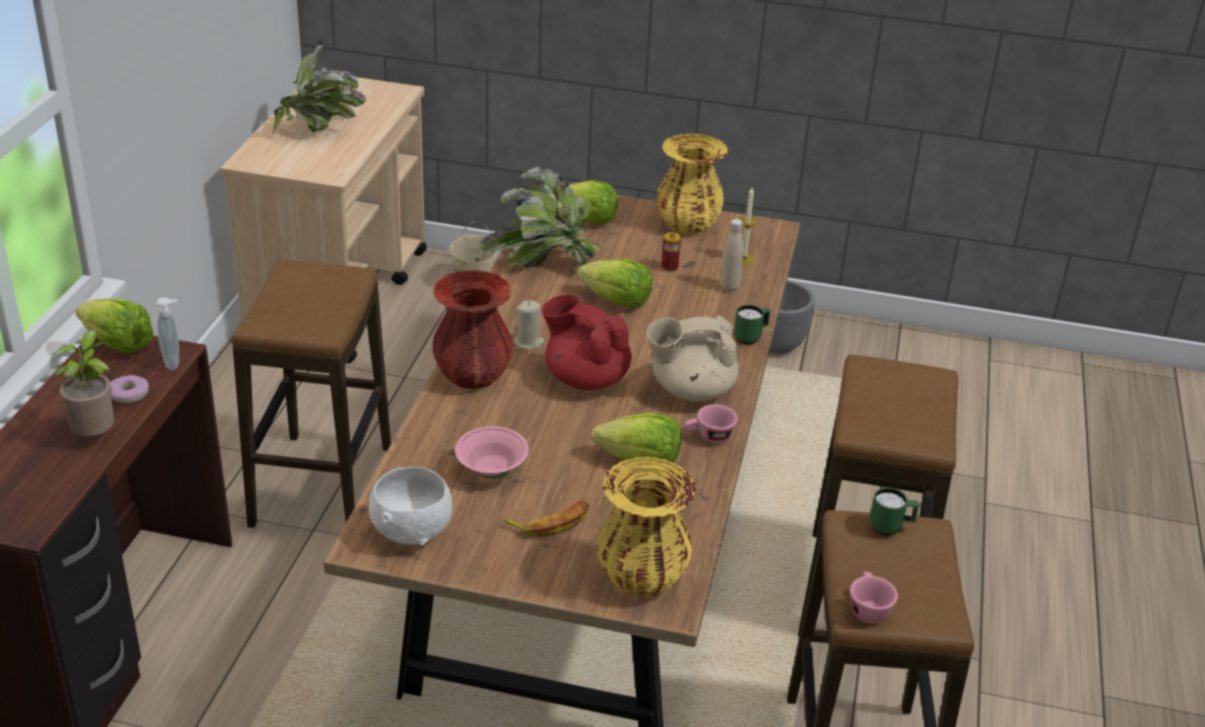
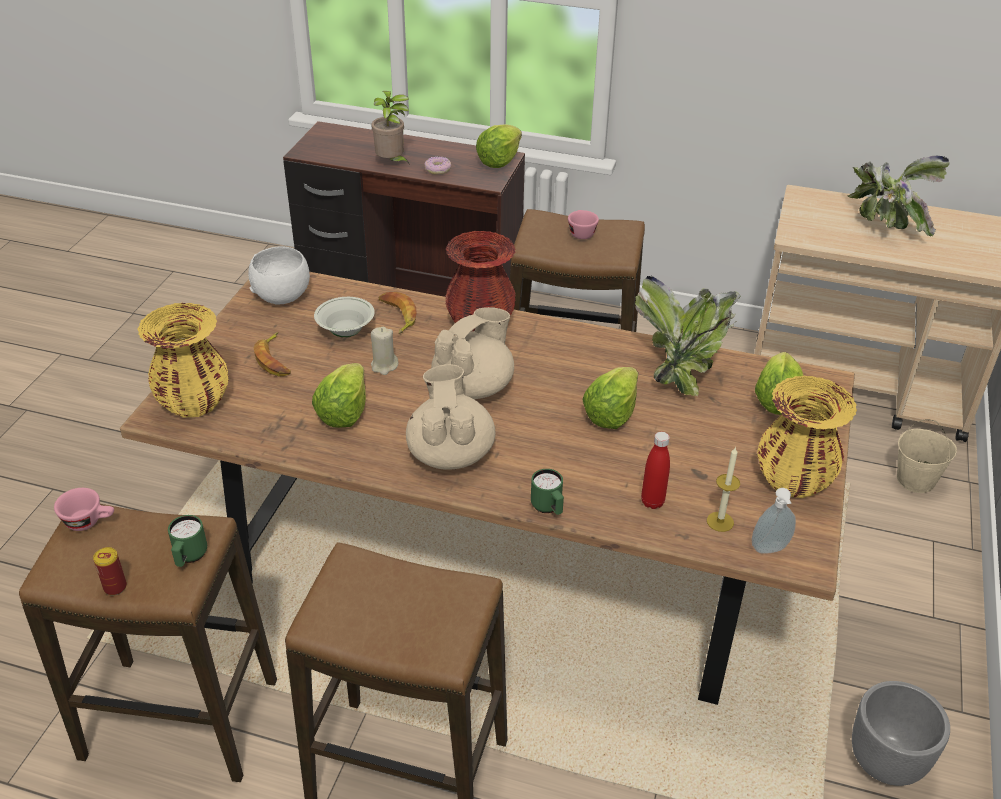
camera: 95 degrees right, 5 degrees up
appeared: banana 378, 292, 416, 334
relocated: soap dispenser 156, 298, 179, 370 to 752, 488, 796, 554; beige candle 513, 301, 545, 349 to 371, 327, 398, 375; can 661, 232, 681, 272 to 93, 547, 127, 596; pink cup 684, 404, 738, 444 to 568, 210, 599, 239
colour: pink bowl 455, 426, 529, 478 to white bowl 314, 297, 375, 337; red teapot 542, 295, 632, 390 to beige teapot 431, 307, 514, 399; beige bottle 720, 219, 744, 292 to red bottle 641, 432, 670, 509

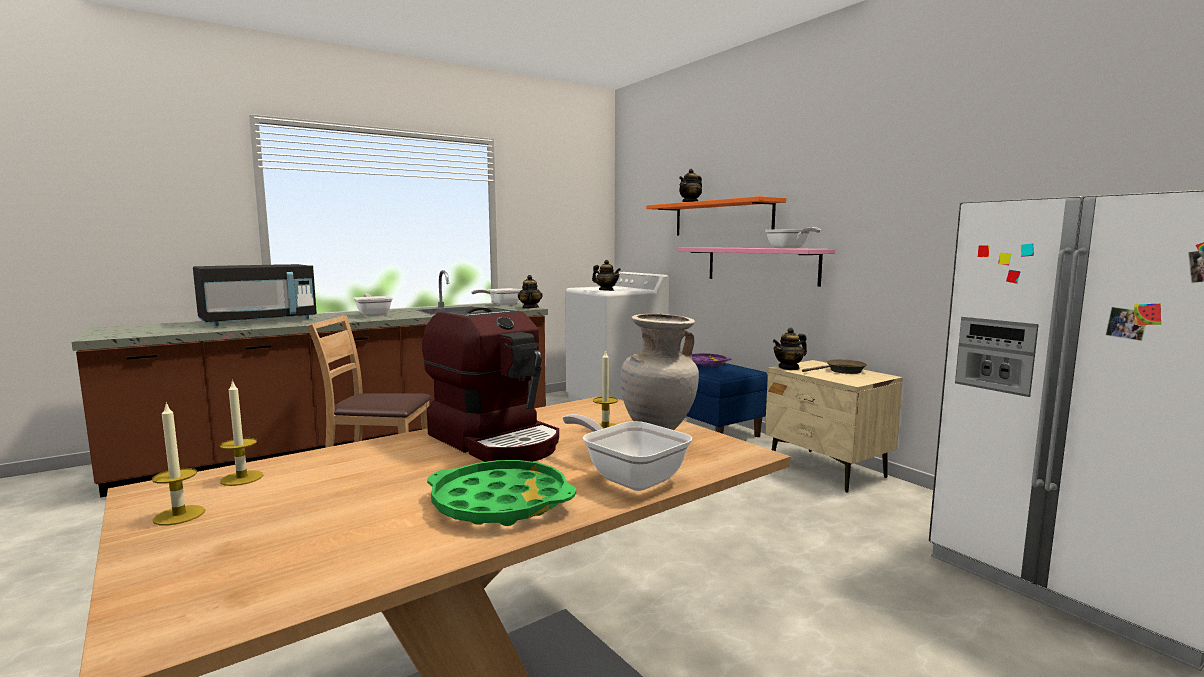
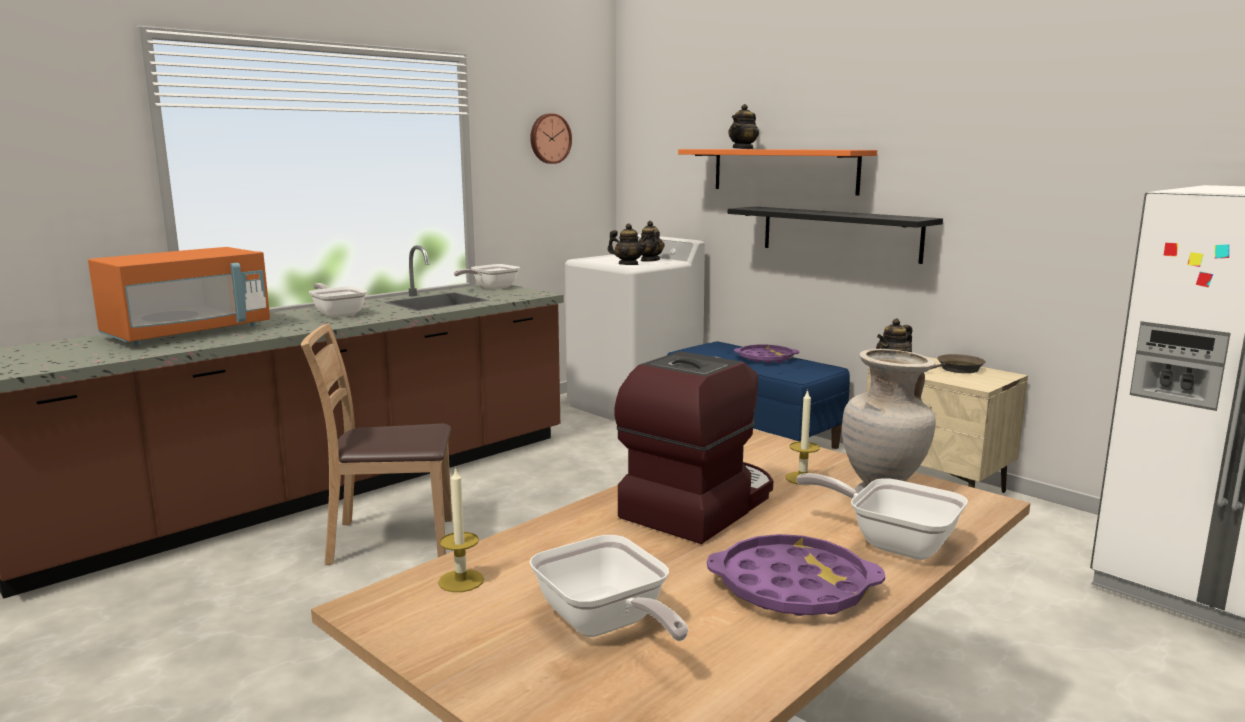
camera: 10 degrees left, 5 degrees up
missing: candle 152, 402, 205, 526
appeared: wall clock 530, 113, 572, 164
relocated: teapot 518, 275, 543, 309 to 638, 221, 664, 262; frying pan 765, 227, 821, 248 to 530, 535, 689, 641
colour: black microwave 193, 264, 317, 326 to orange microwave 88, 247, 270, 345; green tray 427, 460, 576, 526 to purple tray 707, 534, 885, 616; pink shelf 678, 247, 835, 287 to black shelf 728, 206, 943, 264
spun: coffee machine 422, 307, 559, 462 = 614, 351, 773, 544 90 degrees counterclockwise

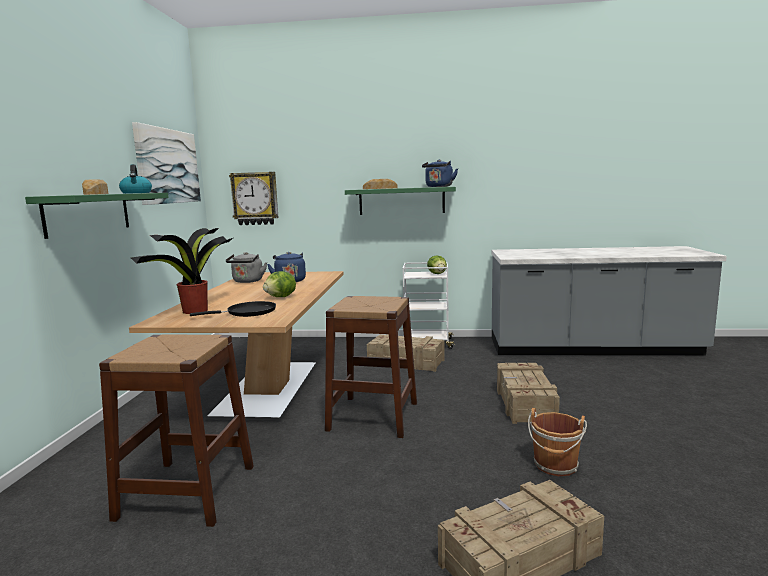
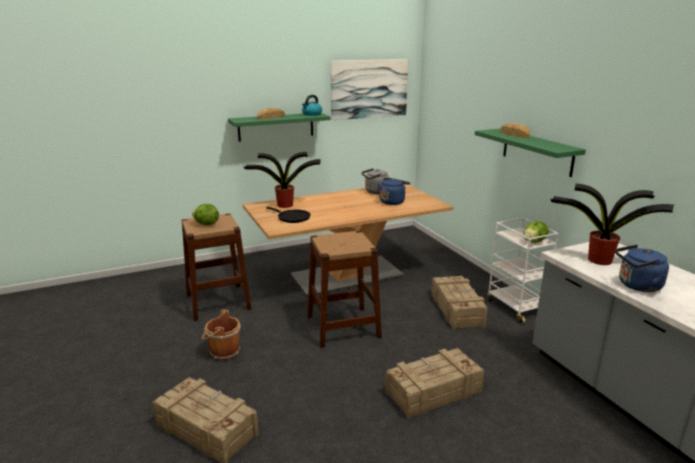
camera: 60 degrees right, 10 degrees up
missing: wall clock 229, 172, 279, 225
appeared: potted plant 551, 183, 674, 265
relocated: lettuce 263, 271, 296, 297 to 192, 204, 219, 226; blue kettle 422, 160, 458, 187 to 615, 245, 669, 292; brown bucket 528, 408, 587, 476 to 202, 310, 240, 360

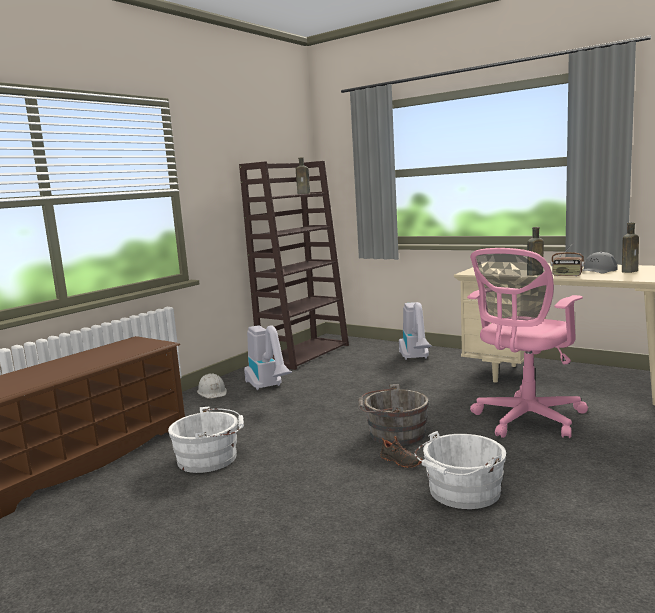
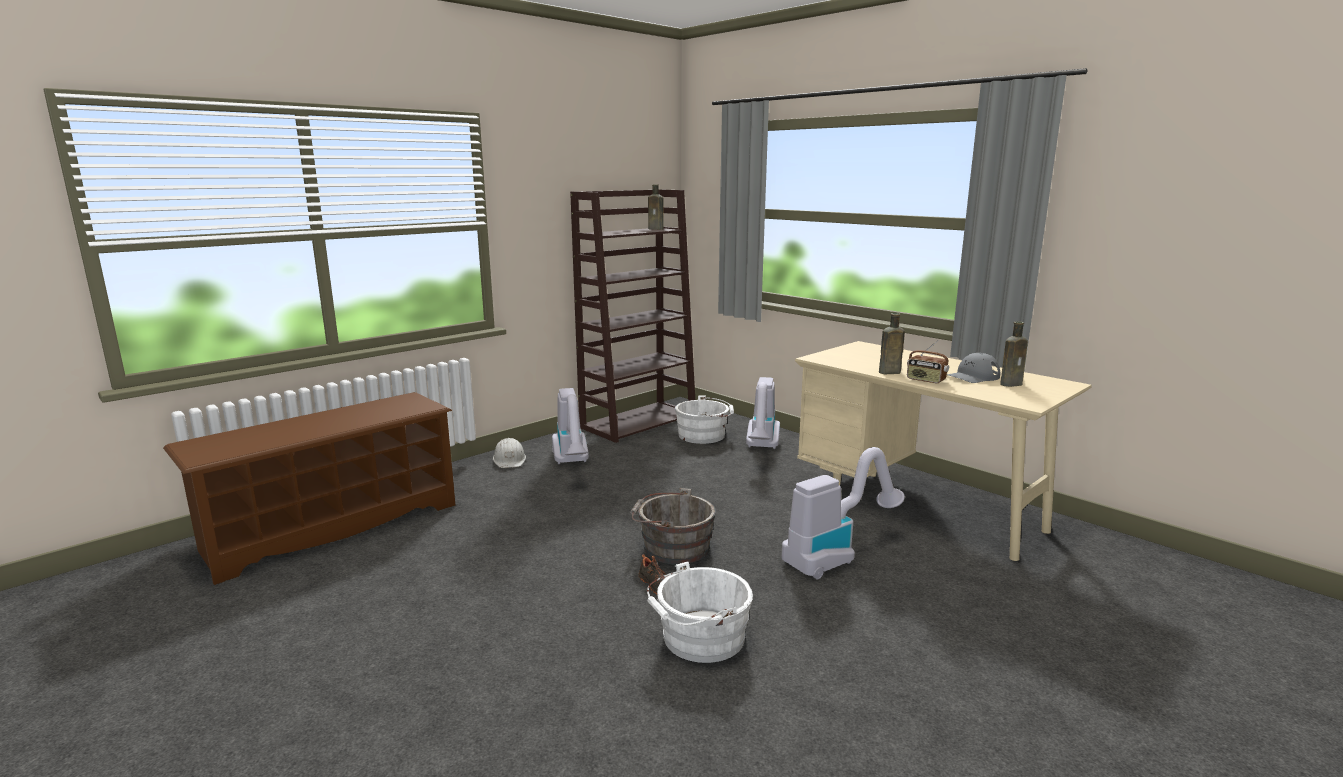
camera: 10 degrees right, 5 degrees up
relocated: white bucket 168, 407, 244, 473 to 675, 395, 734, 444
exchanged: pink office chair 467, 248, 588, 438 to vacuum cleaner 781, 447, 905, 579

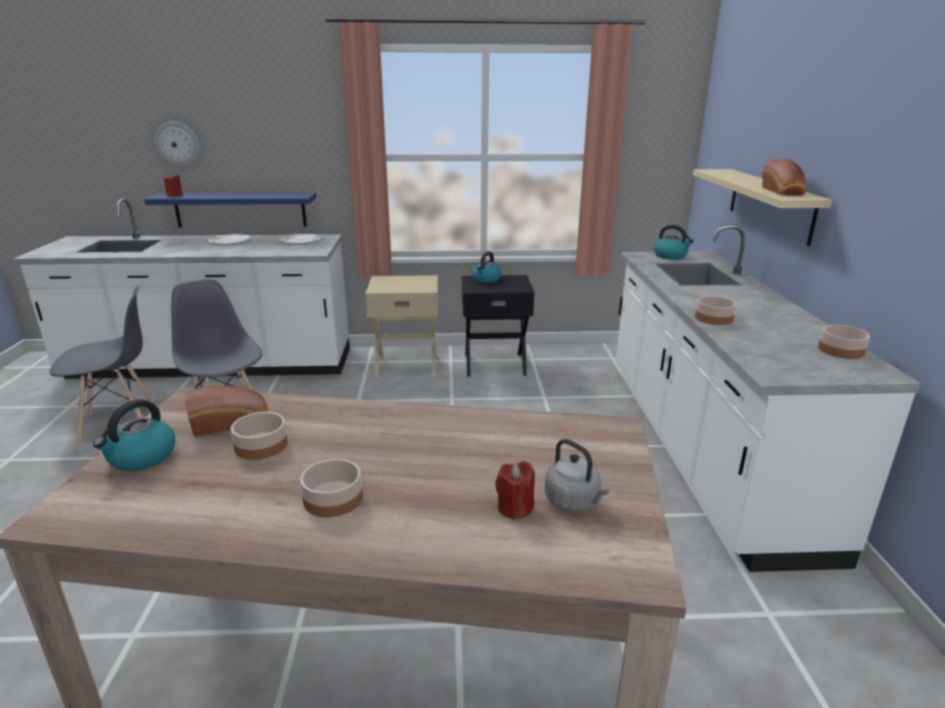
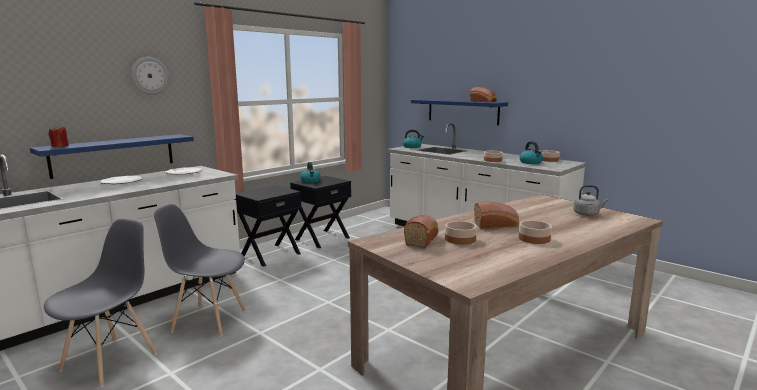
camera: 45 degrees left, 10 degrees down
missing: red candle 495, 461, 535, 520
appeared: bread 474, 202, 519, 229
relocated: kettle 93, 399, 175, 471 to 519, 141, 543, 164; wall clock 154, 121, 200, 168 to 131, 57, 169, 95
colour: beige nightstand 365, 275, 438, 377 to black nightstand 235, 185, 301, 266; beige shelf 693, 169, 832, 246 to blue shelf 411, 99, 508, 125

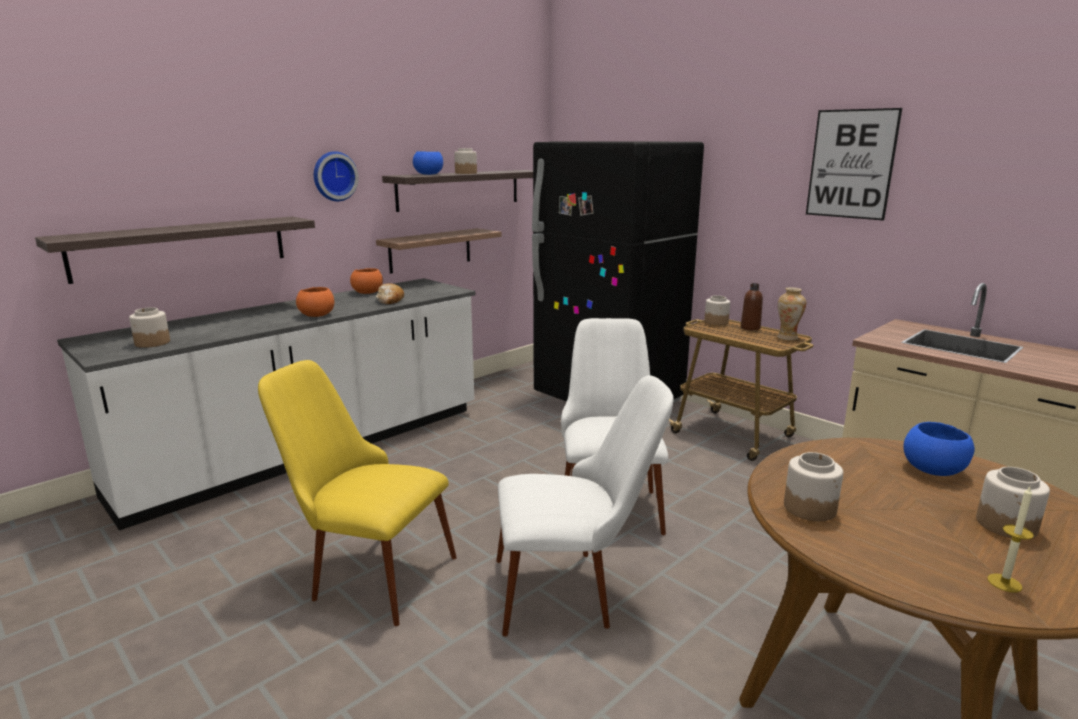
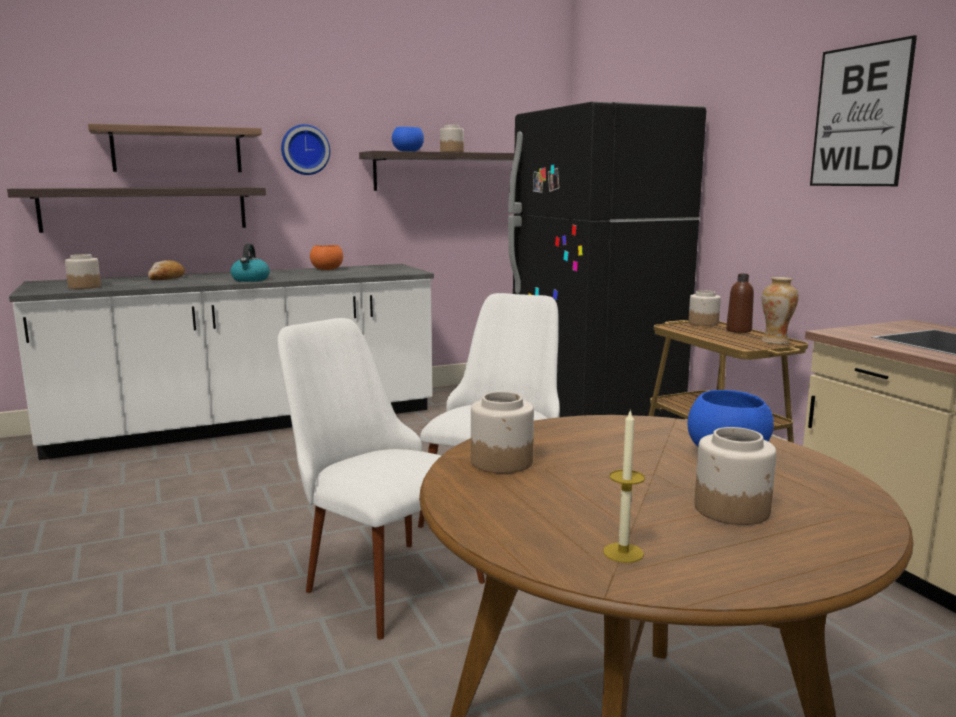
camera: 20 degrees right, 5 degrees down
missing: yellow chair 258, 360, 457, 626
relocated: shelf 376, 228, 502, 274 to 88, 123, 262, 172; bread 376, 283, 404, 304 to 148, 260, 185, 280
exchanged: orange bowl 296, 287, 334, 317 to kettle 230, 244, 270, 282
spun: white chair 496, 375, 673, 637 = 277, 318, 485, 640 150 degrees counterclockwise

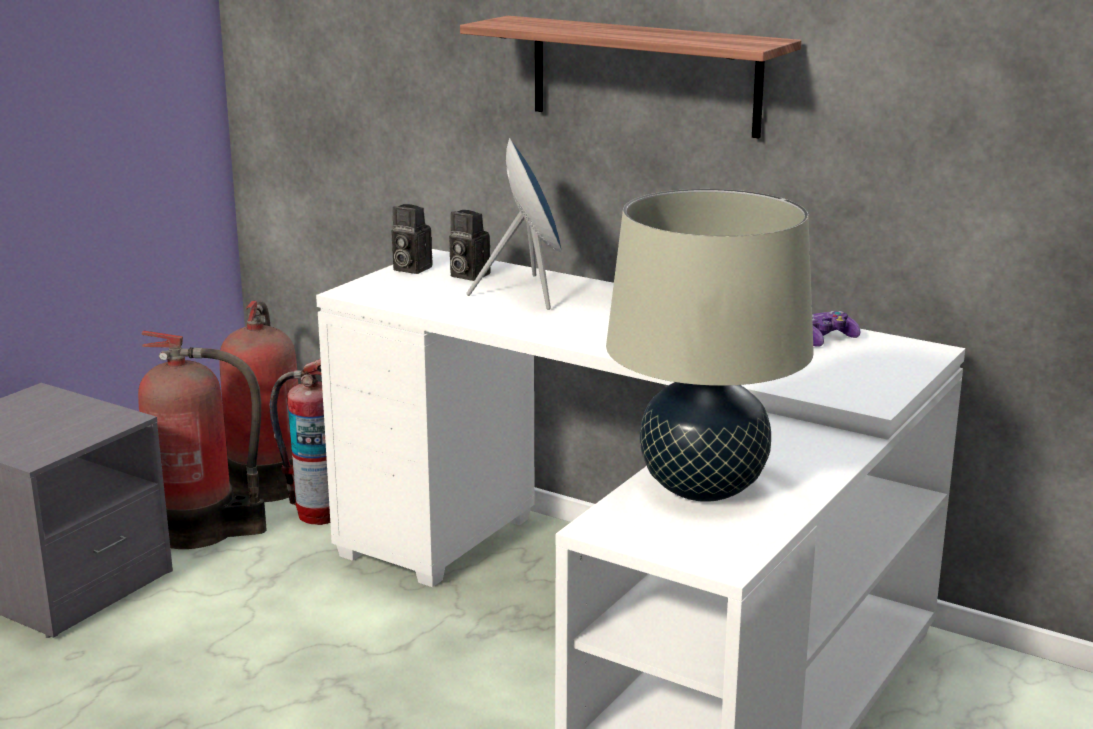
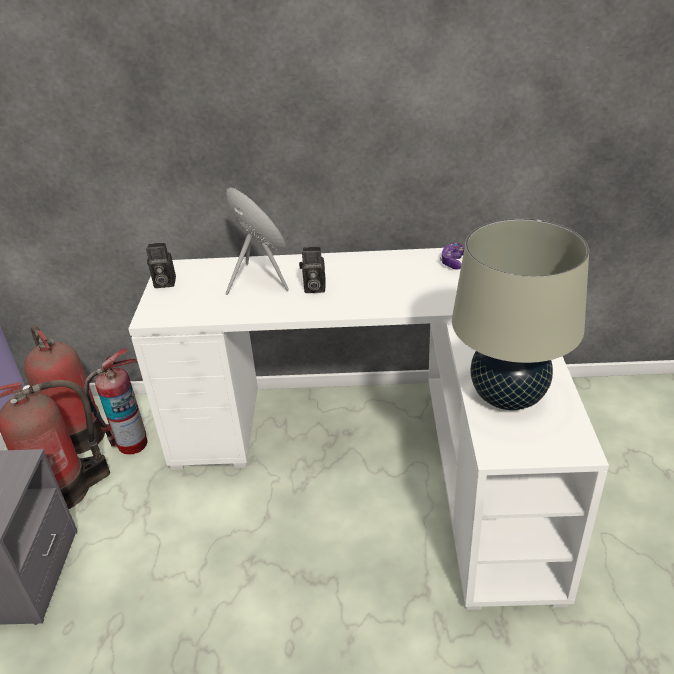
camera: 30 degrees left, 15 degrees up
missing: shelf 460, 16, 801, 139
relocated: photo camera 449, 210, 491, 281 to 299, 247, 326, 293

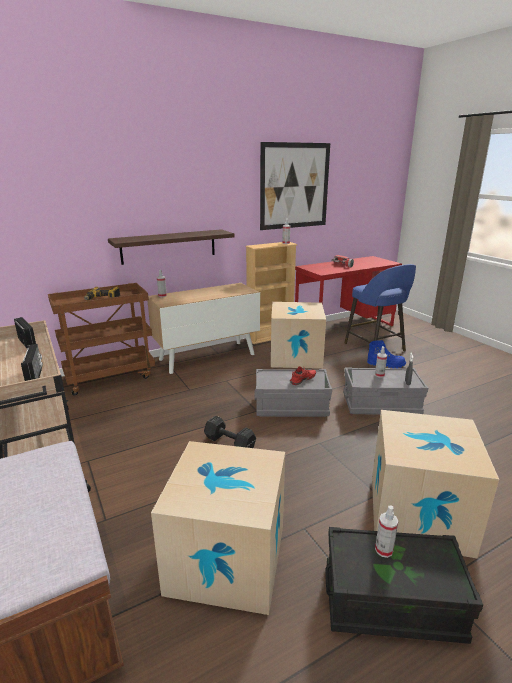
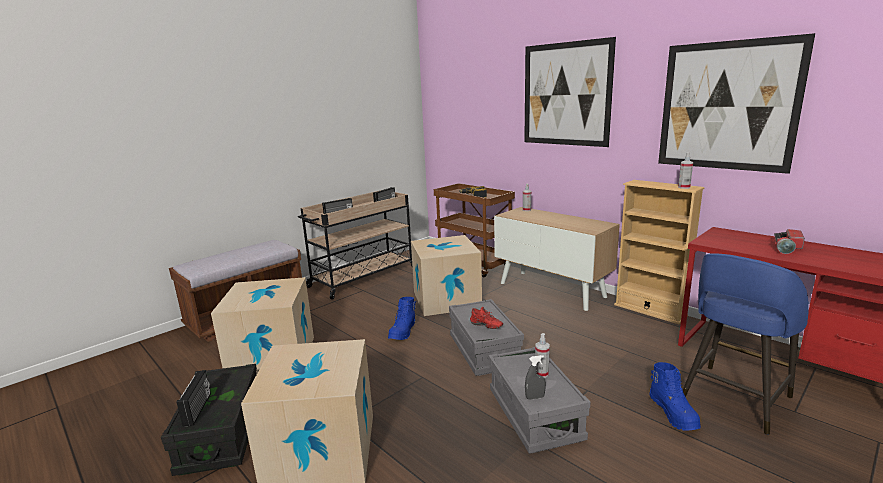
camera: 75 degrees right, 5 degrees down
missing: shelf 108, 229, 234, 265; spray bottle 375, 506, 398, 558
appeared: radio 177, 370, 211, 427; picture 524, 37, 616, 147
relocated: cardboard box 271, 302, 326, 369 to 411, 235, 482, 316
exchanged: black dumbbell 204, 416, 256, 448 to blue boot 388, 297, 416, 340

